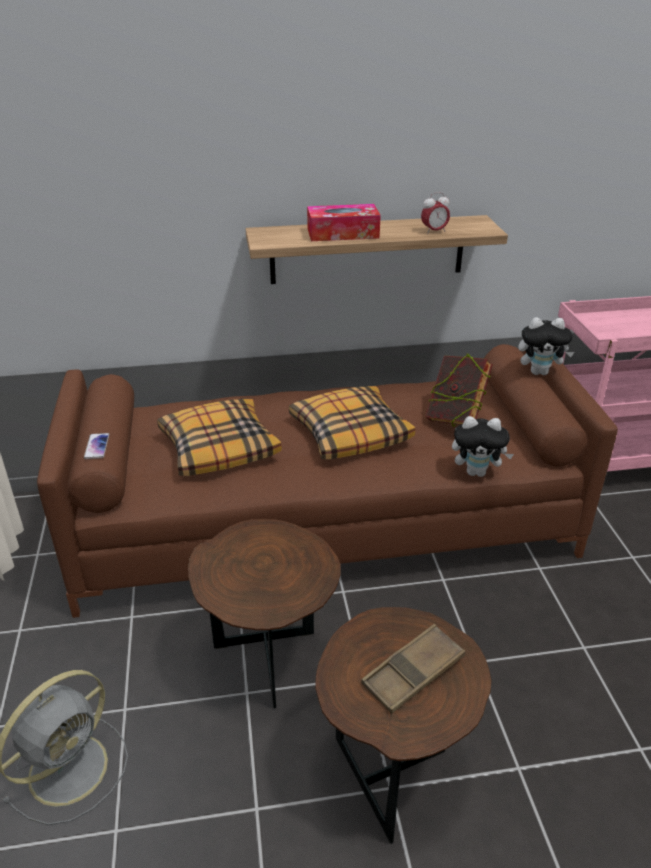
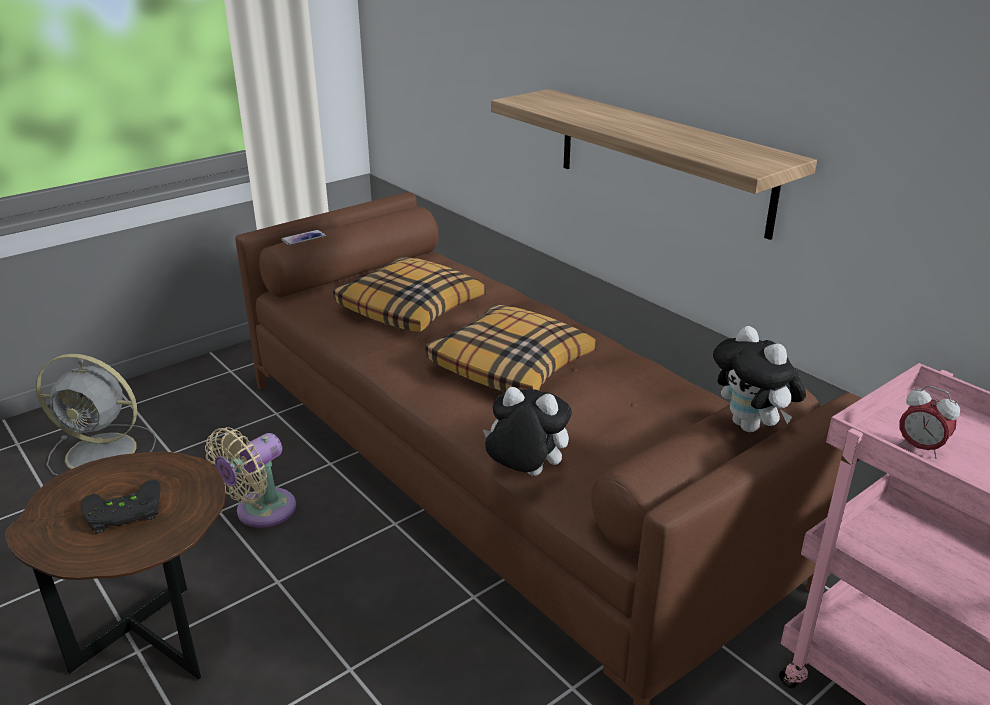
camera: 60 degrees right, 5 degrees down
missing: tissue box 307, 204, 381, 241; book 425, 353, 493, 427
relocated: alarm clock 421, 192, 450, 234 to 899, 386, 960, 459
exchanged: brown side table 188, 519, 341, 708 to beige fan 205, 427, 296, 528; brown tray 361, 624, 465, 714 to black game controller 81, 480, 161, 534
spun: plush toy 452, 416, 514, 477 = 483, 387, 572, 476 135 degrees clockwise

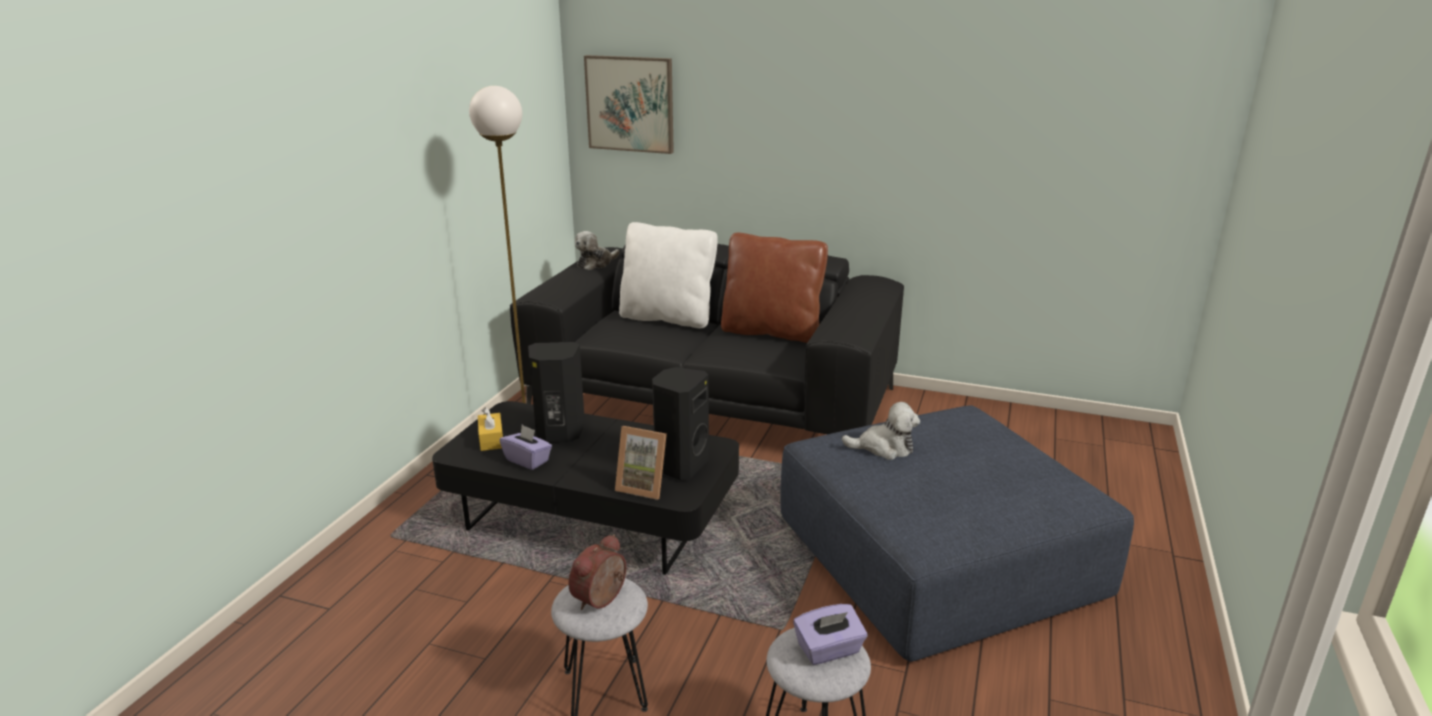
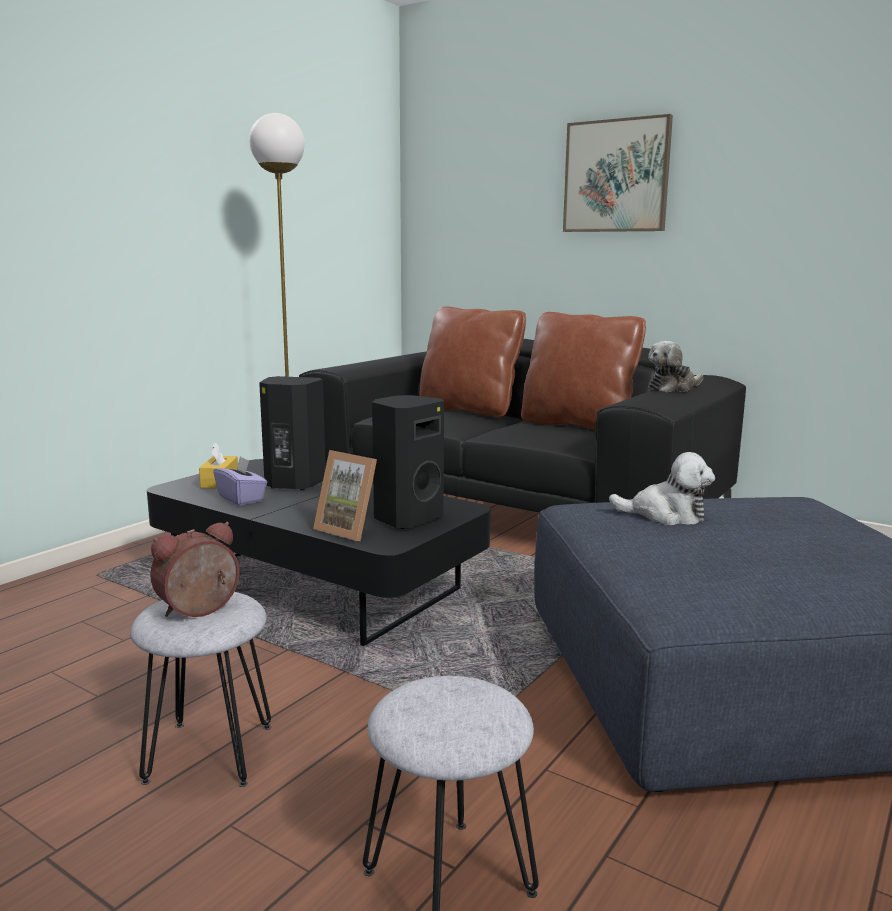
camera: 15 degrees right, 10 degrees down
missing: purple tissue box 793, 604, 867, 665
relocated: plush toy 575, 231, 620, 270 to 648, 341, 703, 392; picture 584, 55, 674, 154 to 563, 114, 673, 232
colour: white pillow 619, 222, 718, 328 to brown pillow 419, 306, 526, 417

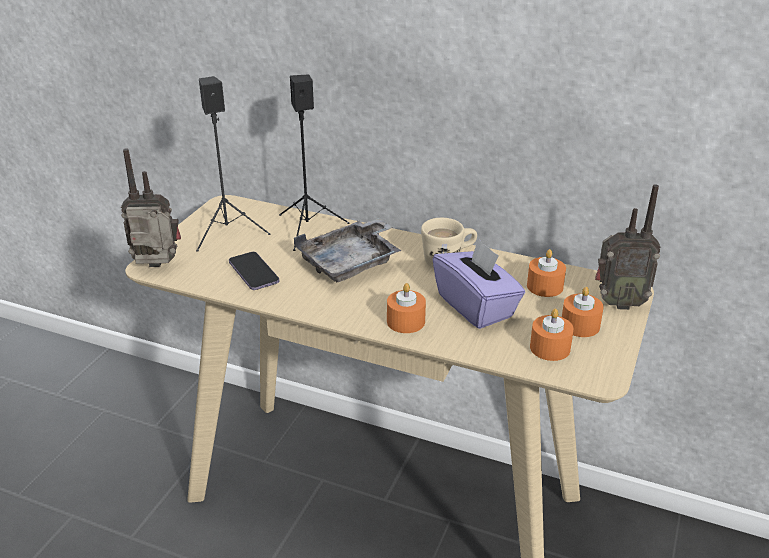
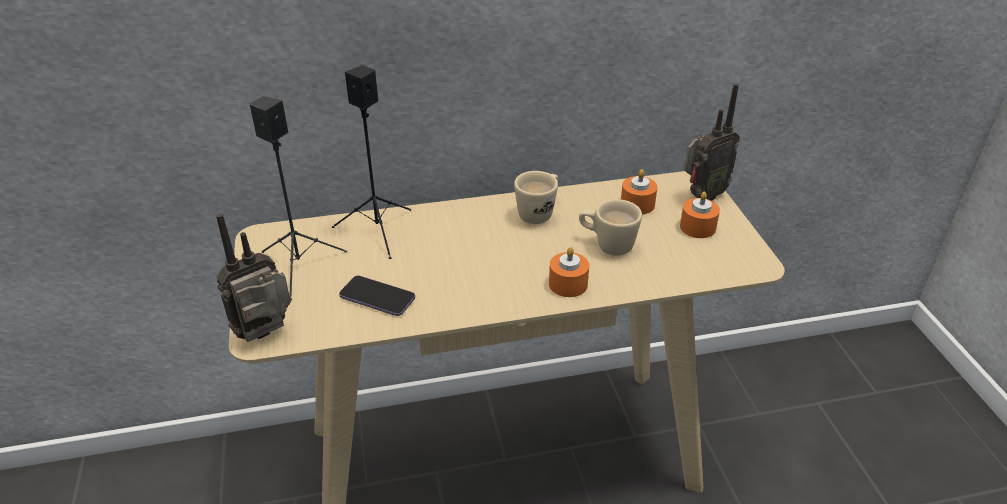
camera: 35 degrees left, 5 degrees up
missing: grey tray 294, 218, 402, 282; orange candle 530, 308, 574, 361
exchanged: purple tissue box 433, 238, 525, 329 to beige mug 579, 199, 642, 256

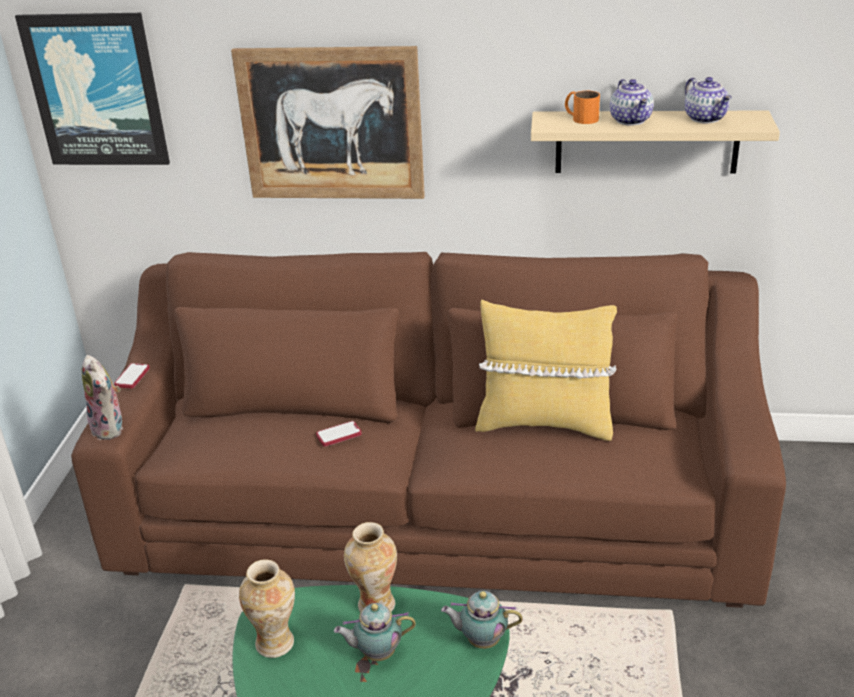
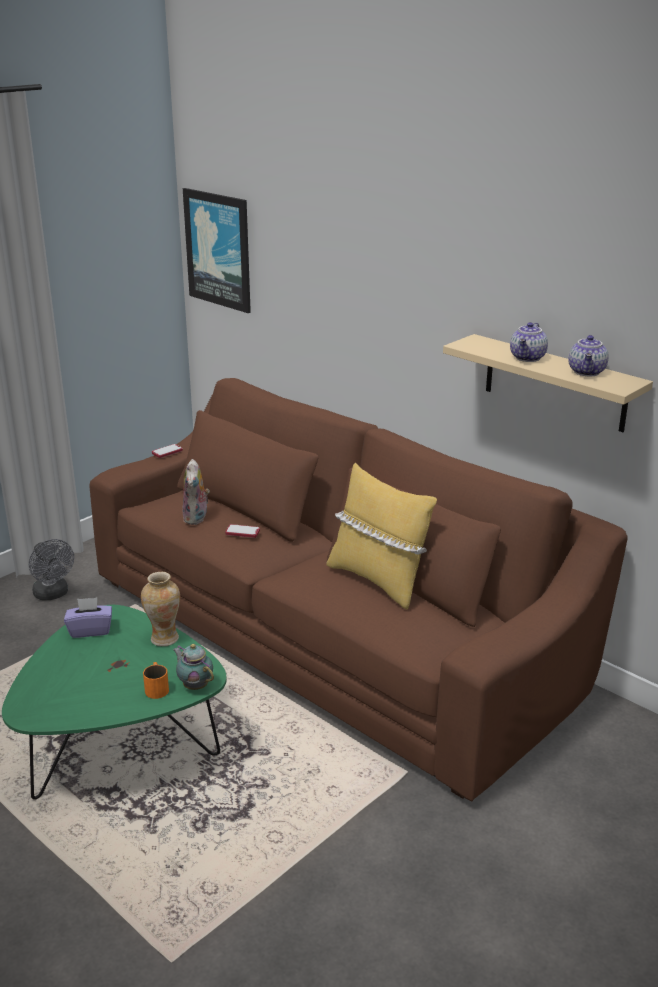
camera: 35 degrees right, 5 degrees down
missing: picture 231, 46, 425, 199; teapot 334, 603, 416, 661
appeared: grey fan 29, 539, 74, 600
relocated: plush toy 82, 355, 123, 440 to 182, 459, 210, 525; orange mug 565, 91, 600, 124 to 143, 662, 169, 699
exchanged: vase 239, 559, 295, 658 to purple tissue box 64, 598, 112, 638

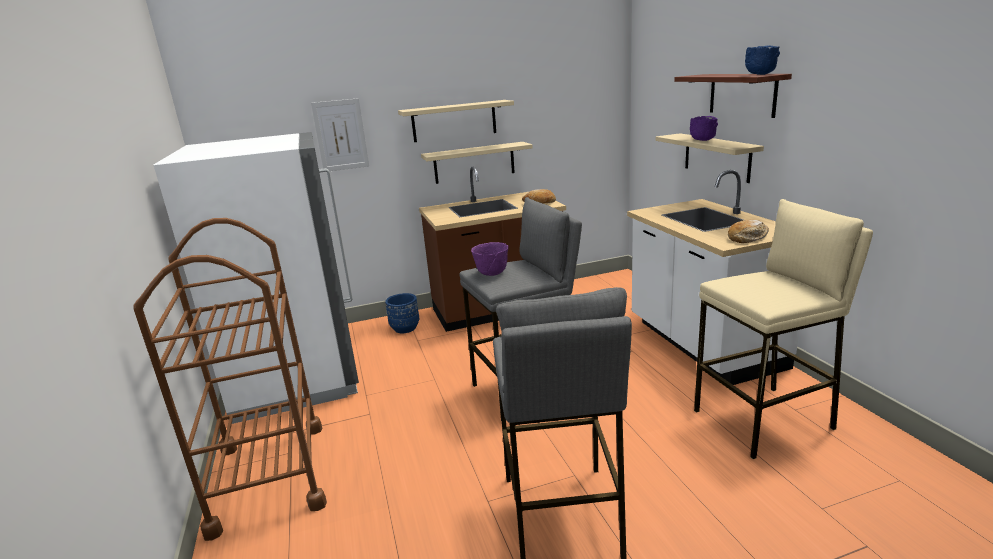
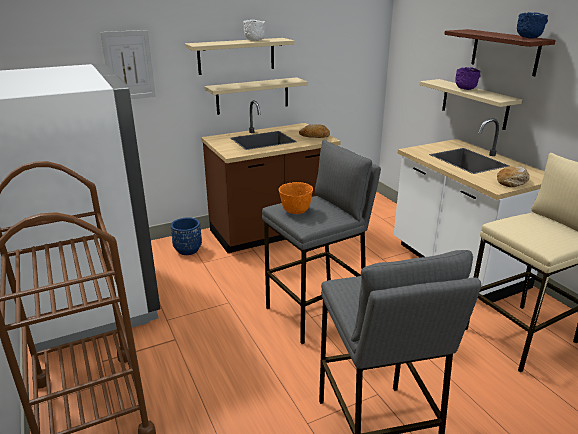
camera: 10 degrees left, 5 degrees up
appeared: white bowl 243, 20, 265, 41
colour: purple bowl 471, 242, 509, 276 to orange bowl 279, 182, 313, 214

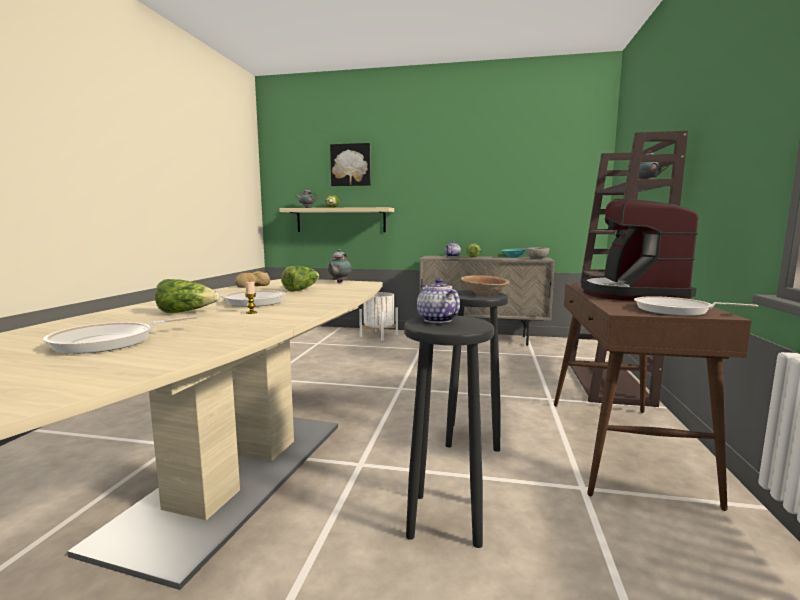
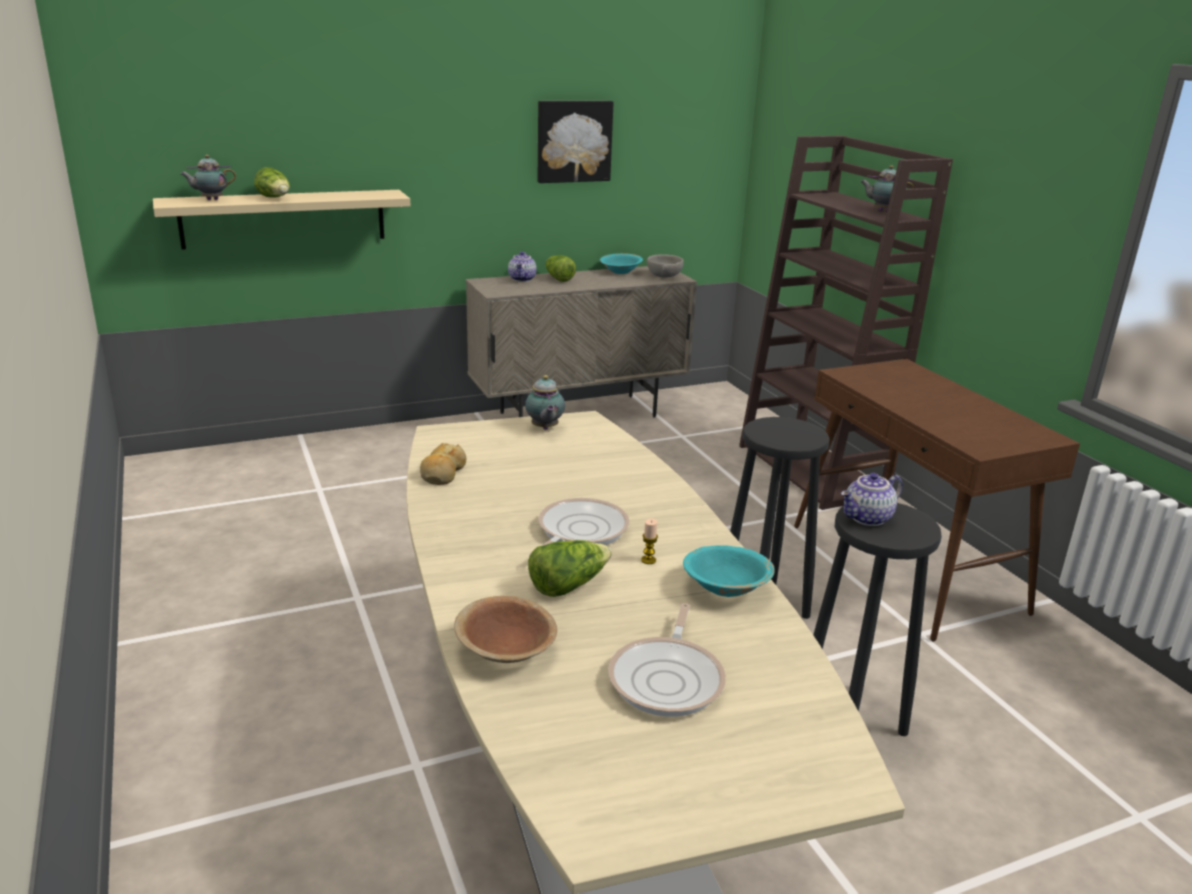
camera: 35 degrees left, 15 degrees up
missing: lettuce 281, 266, 319, 292; white planter 359, 292, 398, 341; coffee machine 581, 199, 699, 301; frying pan 634, 296, 758, 316
appeared: turquoise bowl 683, 545, 775, 597
relocated: picture 330, 143, 371, 186 to 537, 101, 614, 183; brown bowl 460, 275, 509, 295 to 454, 596, 557, 663
spun: teapot 417, 278, 460, 323 = 841, 473, 903, 526 60 degrees counterclockwise

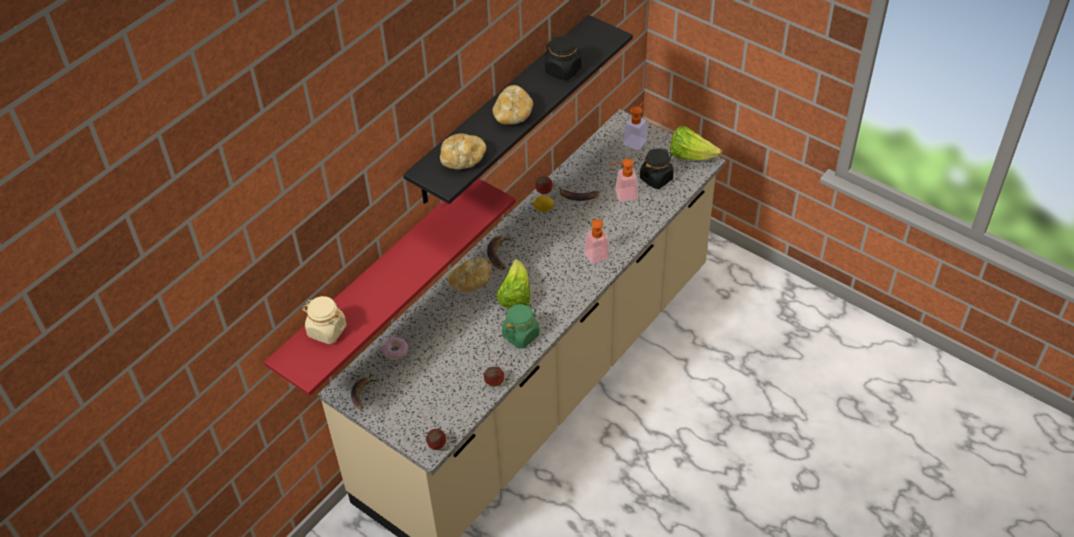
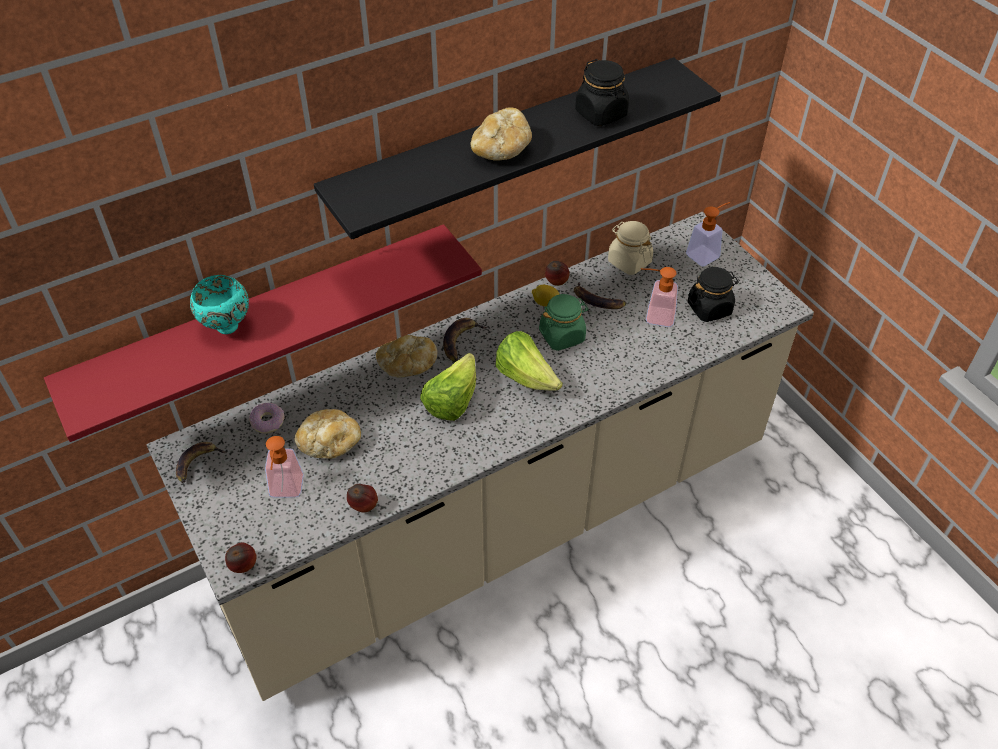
camera: 20 degrees right, 0 degrees up
appeared: turquoise bowl 190, 275, 249, 334
relocated: beige jar 302, 296, 347, 344 to 608, 221, 653, 275; bread 440, 133, 486, 170 to 295, 409, 361, 459; green jar 502, 304, 539, 349 to 539, 294, 589, 351; soap dispenser 584, 219, 610, 264 to 265, 436, 304, 498; lettuce 670, 126, 722, 161 to 495, 331, 563, 390

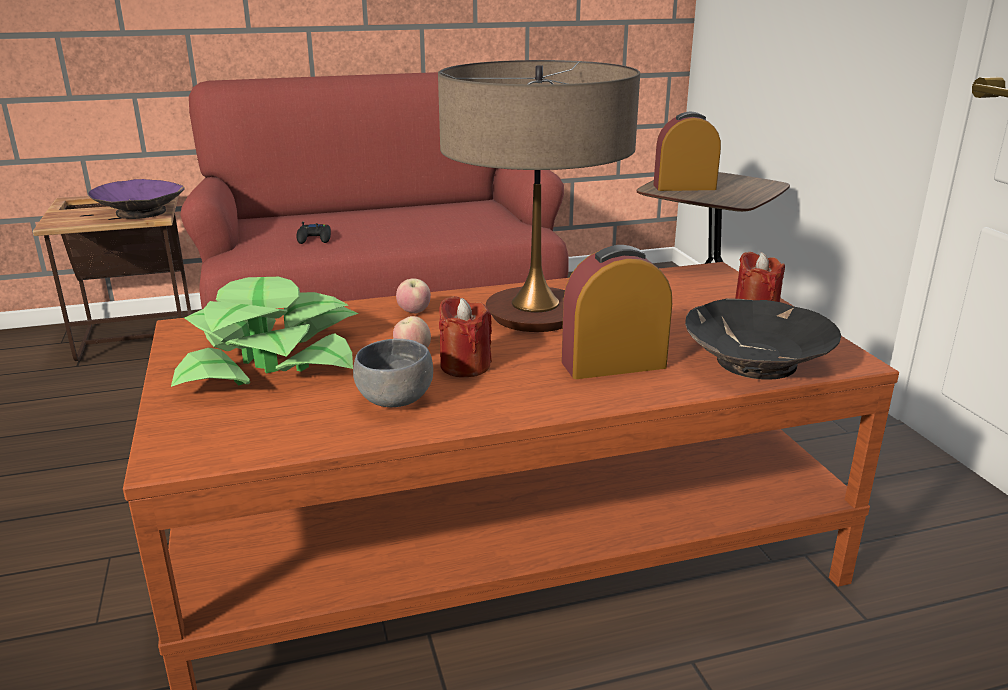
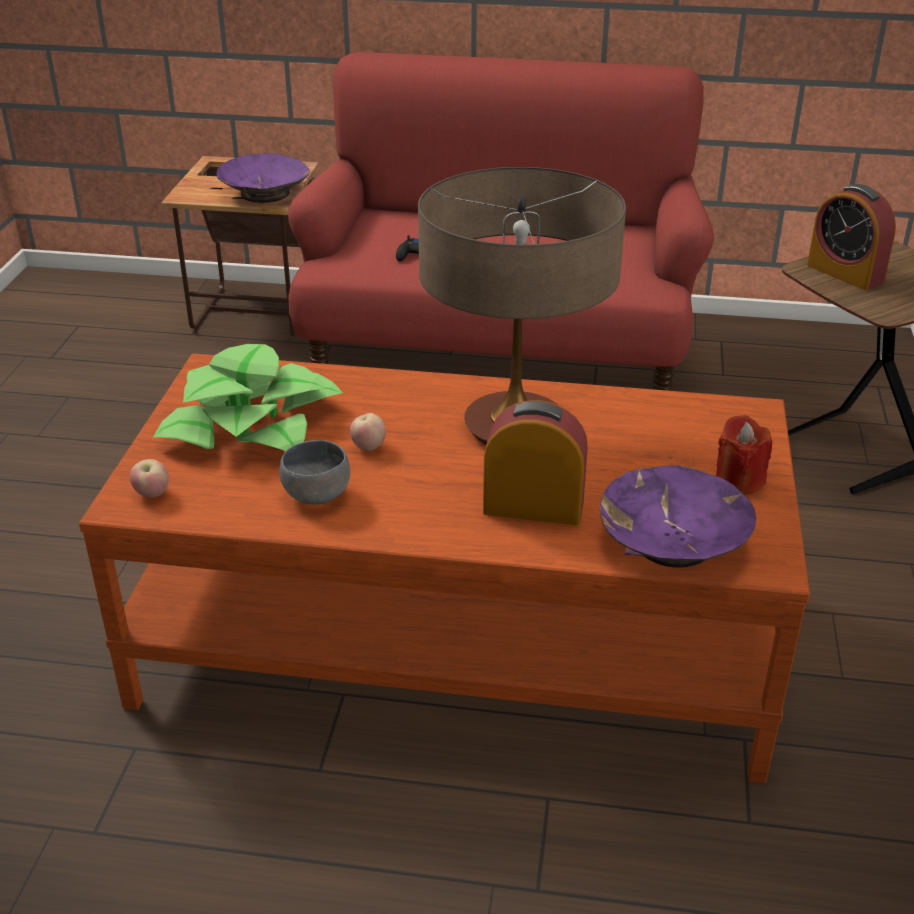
camera: 25 degrees right, 10 degrees up
missing: red candle 439, 296, 492, 377
relocated: apple 396, 278, 431, 313 to 130, 459, 169, 498
colour: black bowl 685, 299, 841, 380 to purple bowl 600, 466, 756, 568
spun: alarm clock 653, 111, 721, 191 = 807, 184, 896, 290 150 degrees counterclockwise

